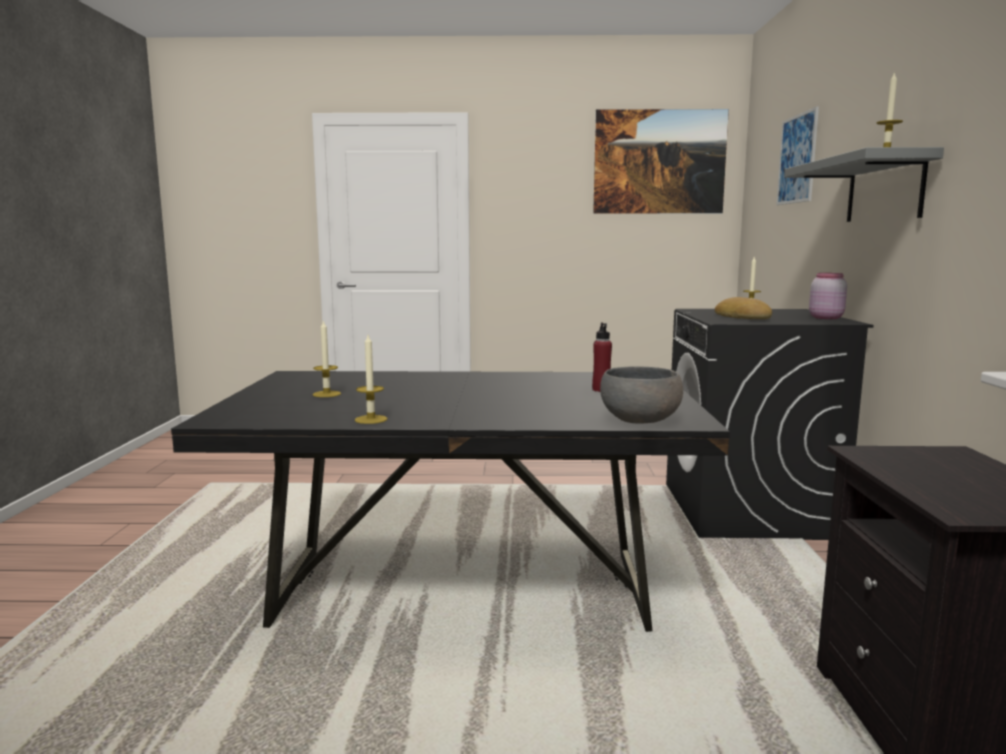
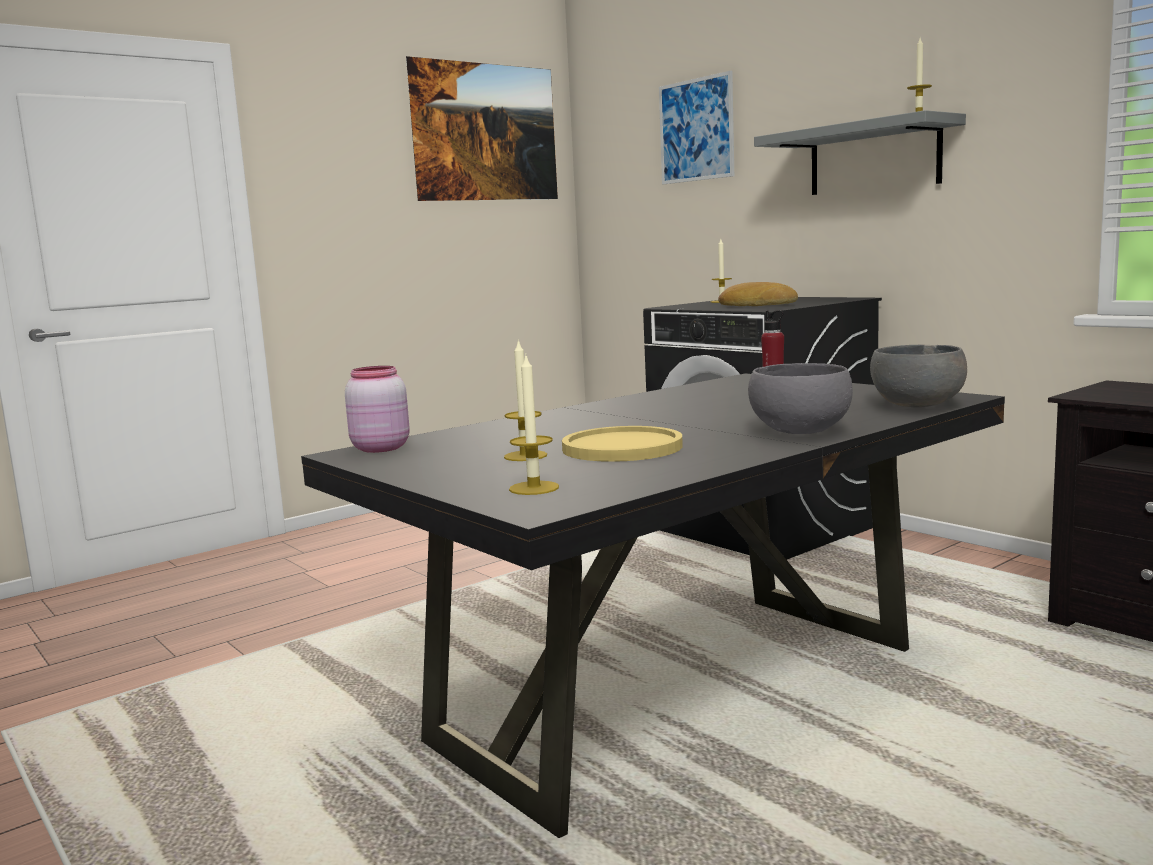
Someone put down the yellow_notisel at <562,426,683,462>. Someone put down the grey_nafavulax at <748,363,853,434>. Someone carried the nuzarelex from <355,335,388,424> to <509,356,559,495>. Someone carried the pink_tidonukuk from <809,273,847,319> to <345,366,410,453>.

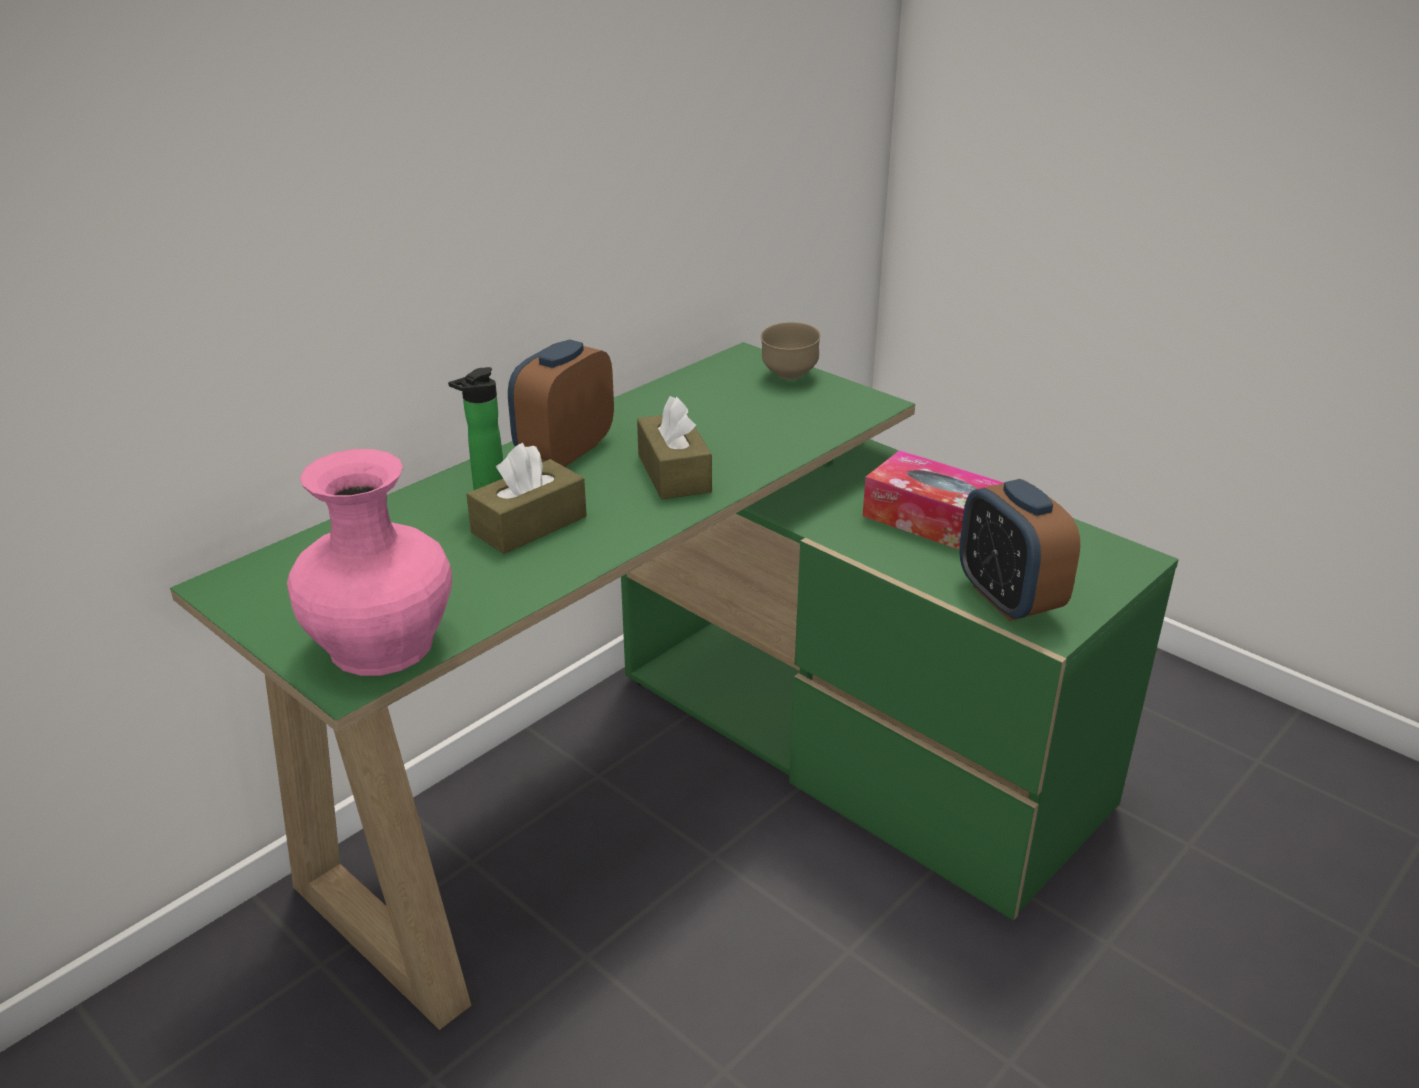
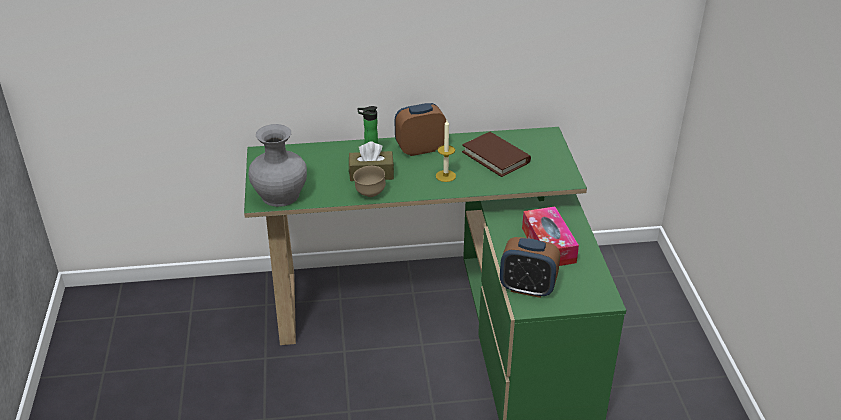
Someone put down the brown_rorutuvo at <462,132,531,177>. Someone carried the brown_nafavulax from <761,322,821,380> to <353,166,386,197>. Someone swapped the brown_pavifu at <637,396,712,499> for the nuzarelex at <436,120,456,182>. Someone repainted the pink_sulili at <287,449,452,676>, which became the grey_sulili at <249,124,307,207>. Someone rotated the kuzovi at <959,479,1080,621> by 90 degrees counterclockwise.

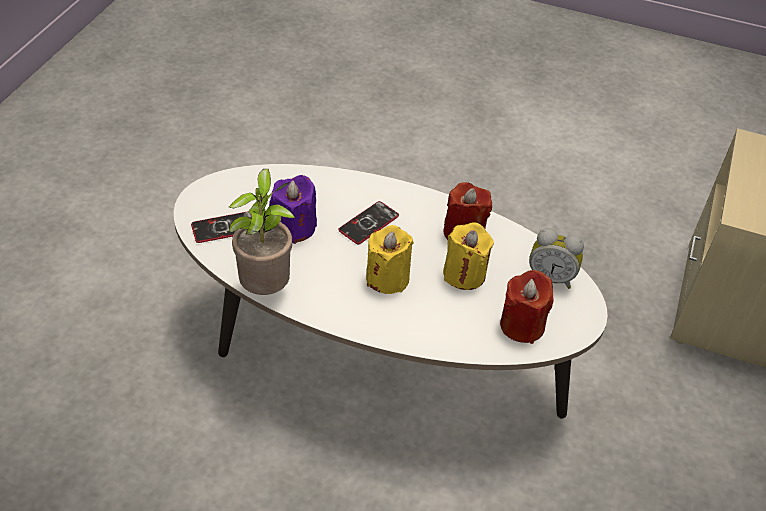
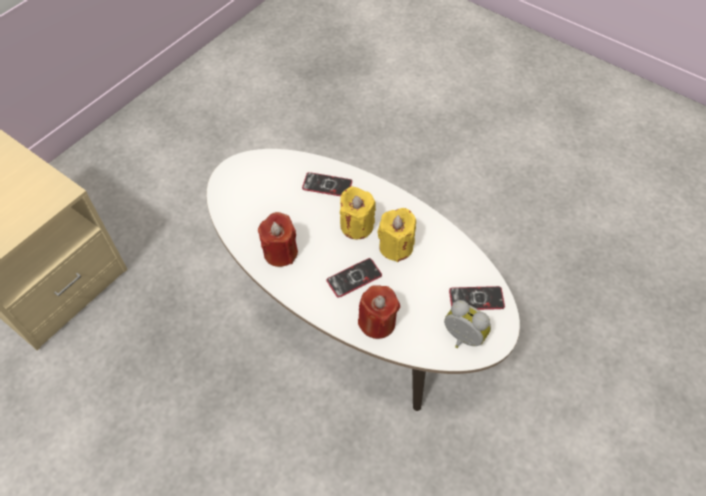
Someone took away the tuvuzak at <229,169,295,295>. Someone took away the purple_nuzarelex at <269,175,317,244>. Someone put down the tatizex at <302,172,352,196>. Someone carried the yellow_nuzarelex from <443,222,494,290> to <378,208,416,262>. Someone carried the red_nuzarelex from <500,270,554,344> to <358,285,400,339>. Someone carried the kuzovi from <529,228,584,289> to <444,300,491,348>.

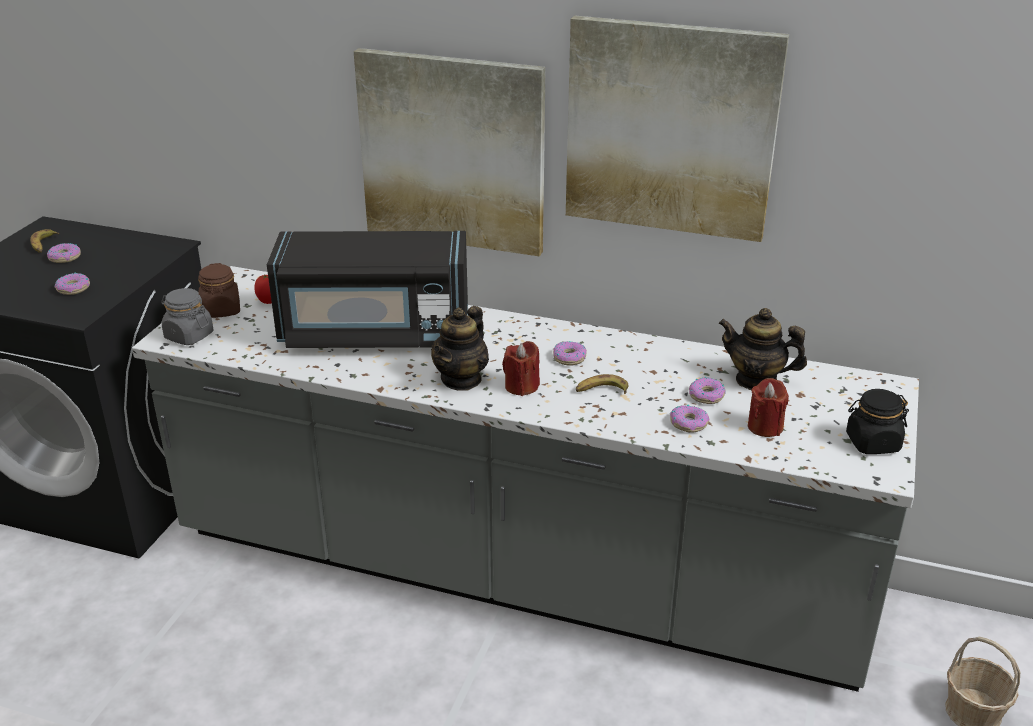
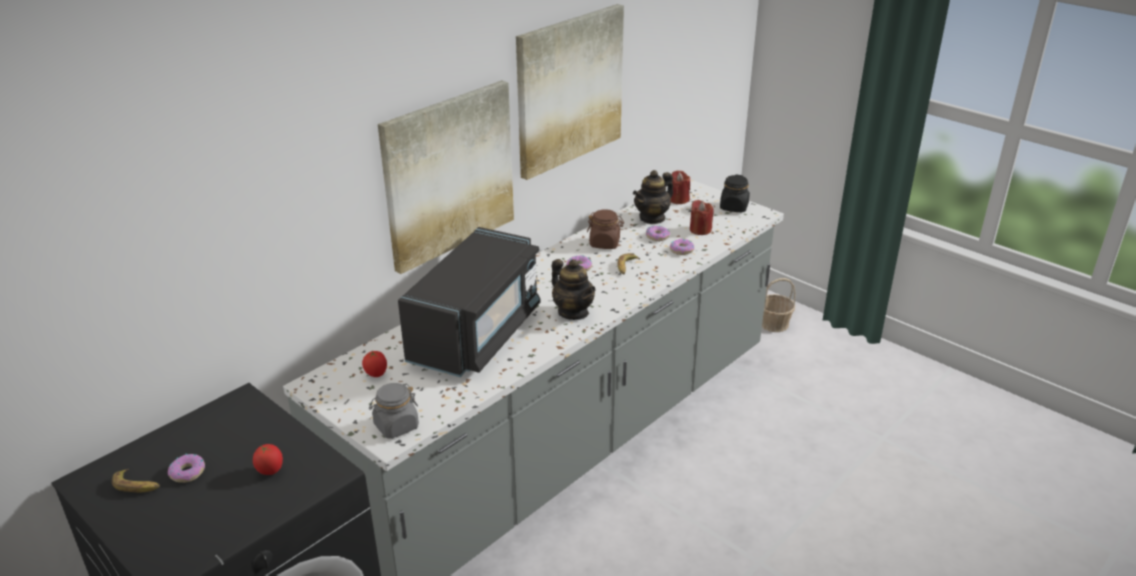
Someone carried the brown_tidonukuk from <198,263,240,318> to <587,209,624,249>. Someone carried the red_nuzarelex from <502,341,540,396> to <671,171,690,204>. Someone swapped the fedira at <55,272,90,295> for the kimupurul at <253,444,283,475>.

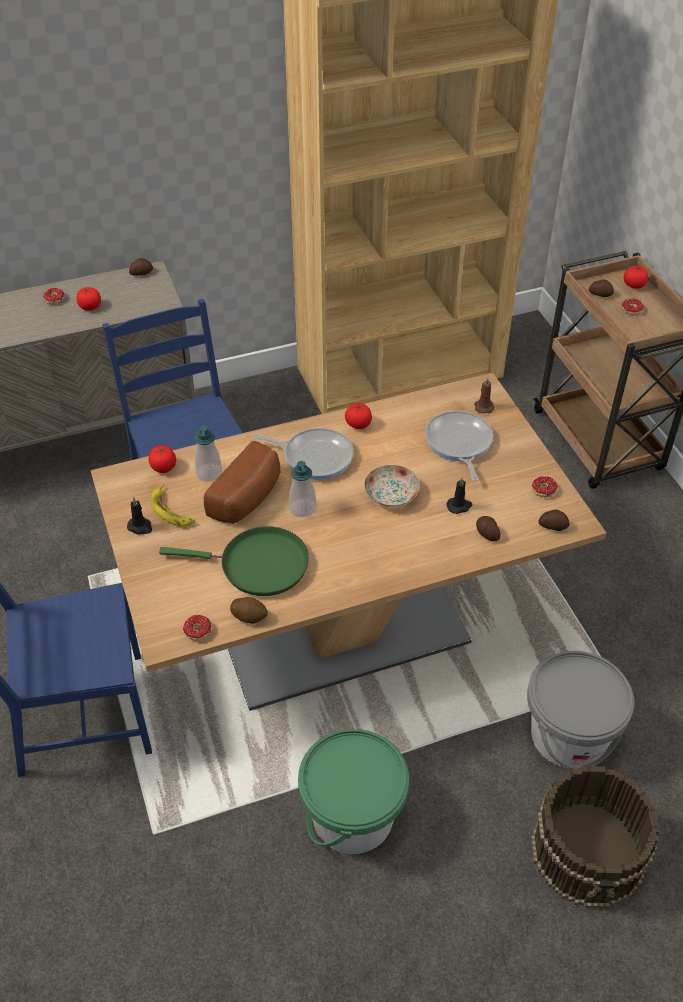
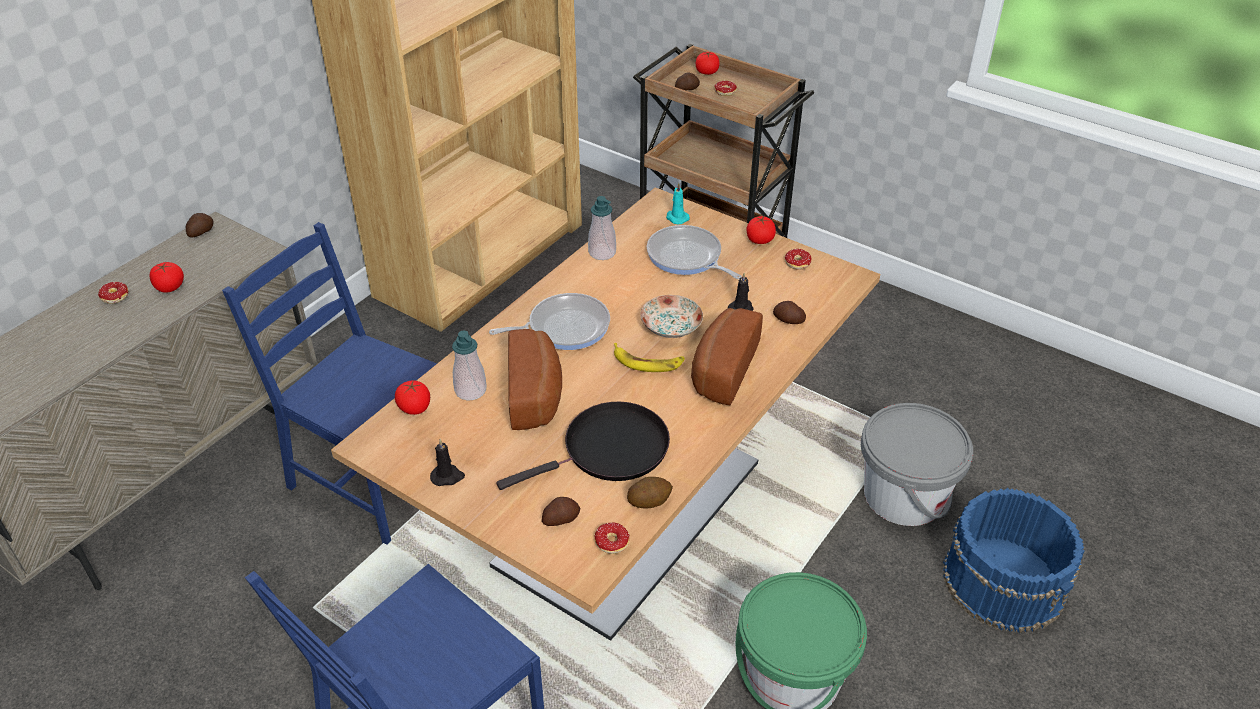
Someone put down the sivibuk at <691,308,763,405>. Someone carried the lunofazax from <151,484,195,526> to <614,343,685,372>. Someone carried the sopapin from <289,461,316,517> to <588,196,616,260>. Someone carried the kimupurul from <345,403,372,429> to <747,216,776,244>. Someone carried the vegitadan from <539,510,570,531> to <542,497,580,526>. Someone repainted the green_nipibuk at <159,526,309,596>, which became the black_nipibuk at <496,402,670,490>. Someone repainted the brown_nuzarelex at <475,378,495,414>, which became the turquoise_nuzarelex at <666,183,690,224>. Someone repainted the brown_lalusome at <531,766,659,909>, which became the blue_lalusome at <943,488,1084,633>.

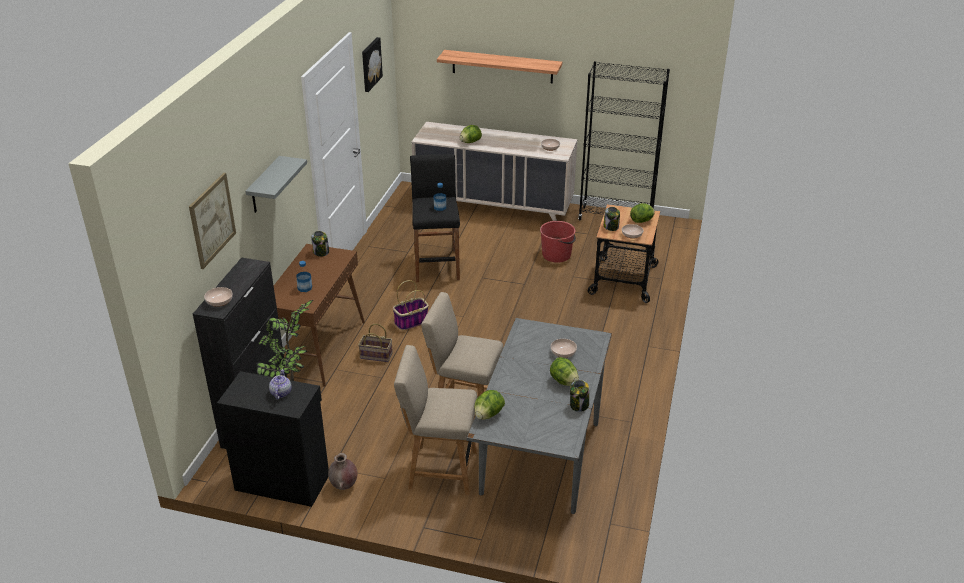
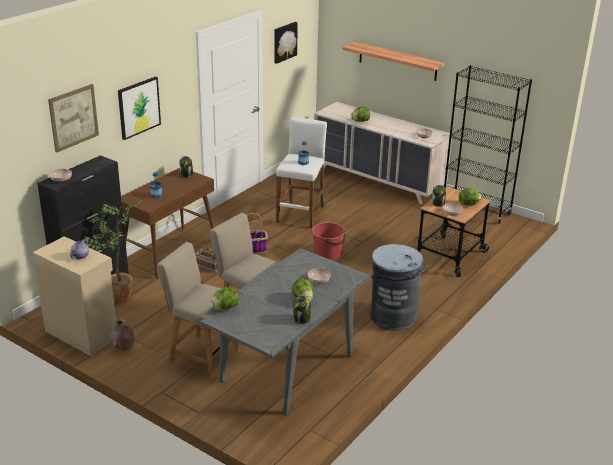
Someone put down the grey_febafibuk at <370,244,427,331>. Someone carried the red_lalusome from <540,221,576,263> to <312,222,345,261>. Someone swapped the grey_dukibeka at <245,156,307,213> for the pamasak at <118,76,161,140>. Someone repainted the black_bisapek at <217,371,329,507>, which became the beige_bisapek at <32,236,117,356>. Someone repainted the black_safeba at <410,154,460,282>, which became the white_safeba at <276,117,327,228>.

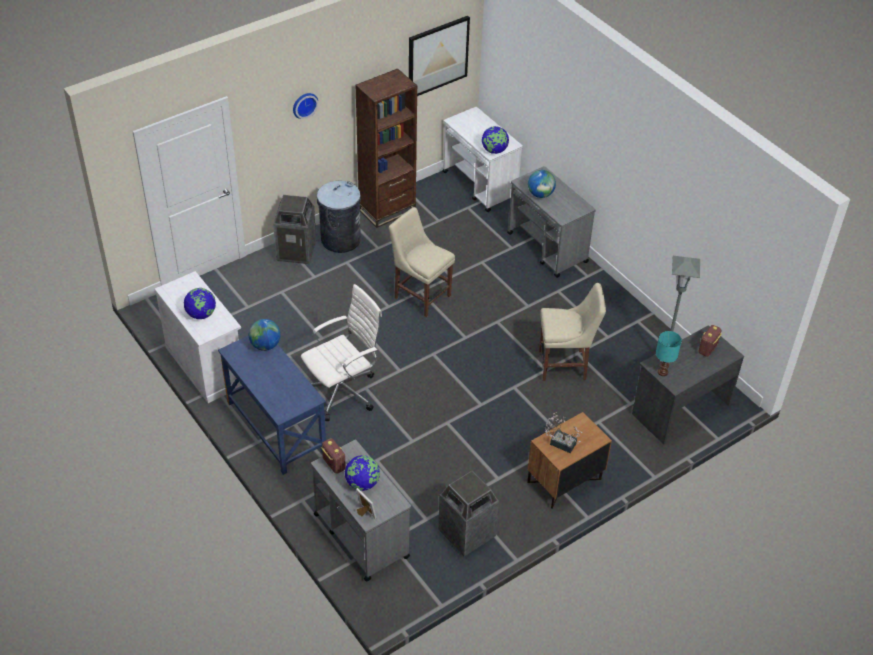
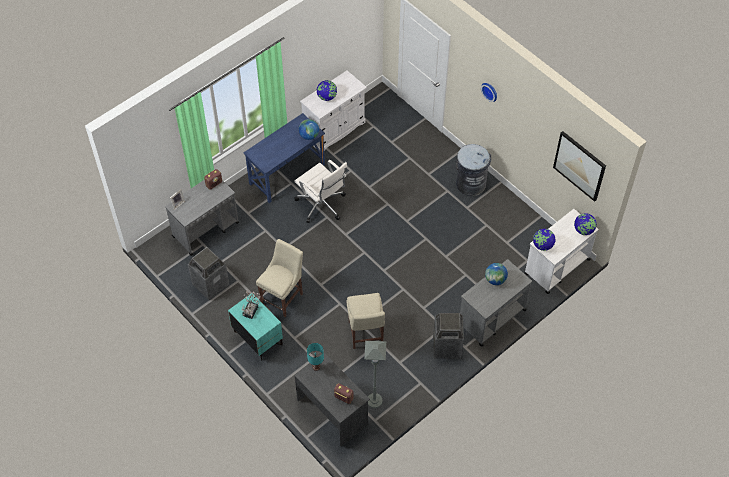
Someone took away the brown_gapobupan at <355,69,417,228>. Someone carried the febafibuk from <273,195,316,264> to <433,313,464,359>. Someone carried the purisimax from <345,455,380,491> to <574,213,597,235>. Someone carried the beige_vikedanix from <389,207,455,317> to <256,239,303,317>. Someone repainted the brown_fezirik at <527,412,612,508>, which became the turquoise_fezirik at <228,293,283,361>.

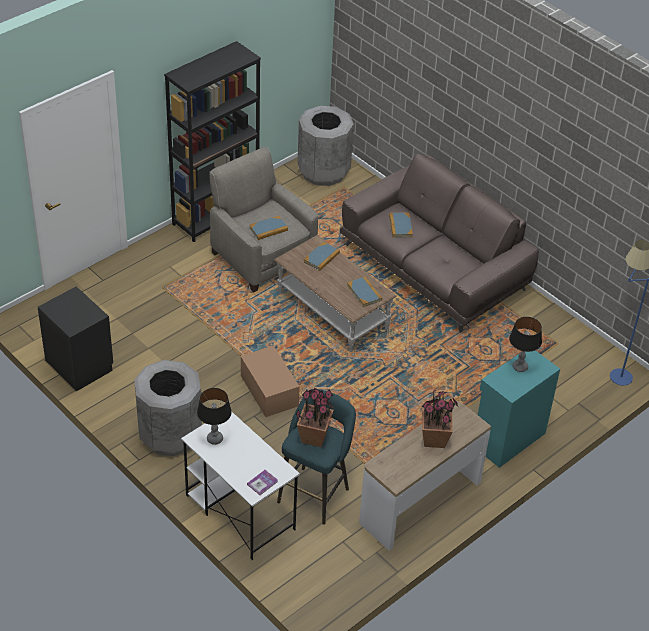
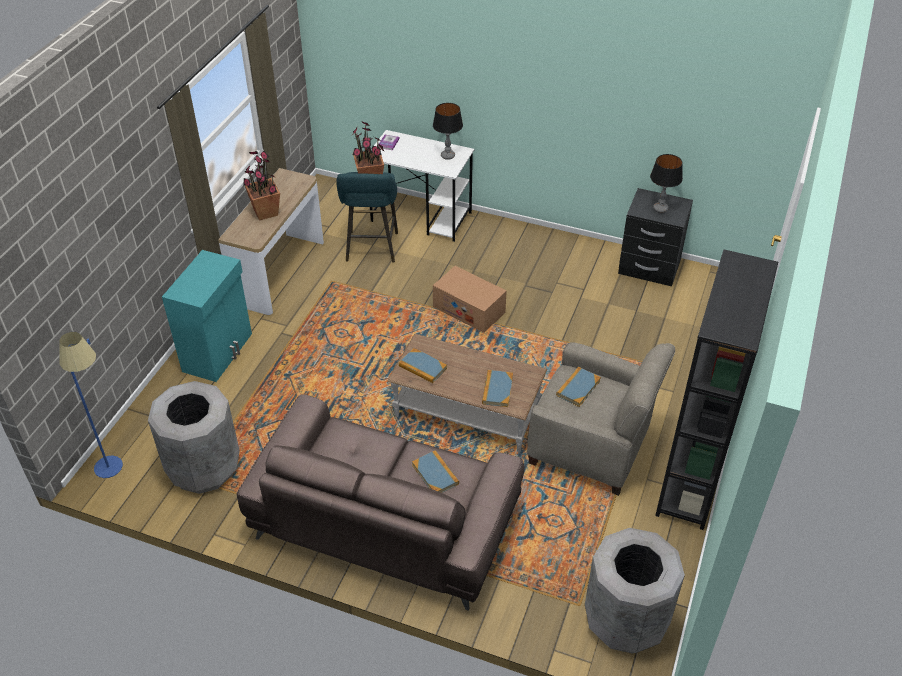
Someone carried the grey_febafibuk from <134,360,202,456> to <148,381,240,494>. Someone carried the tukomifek from <509,317,542,372> to <650,154,683,213>.

